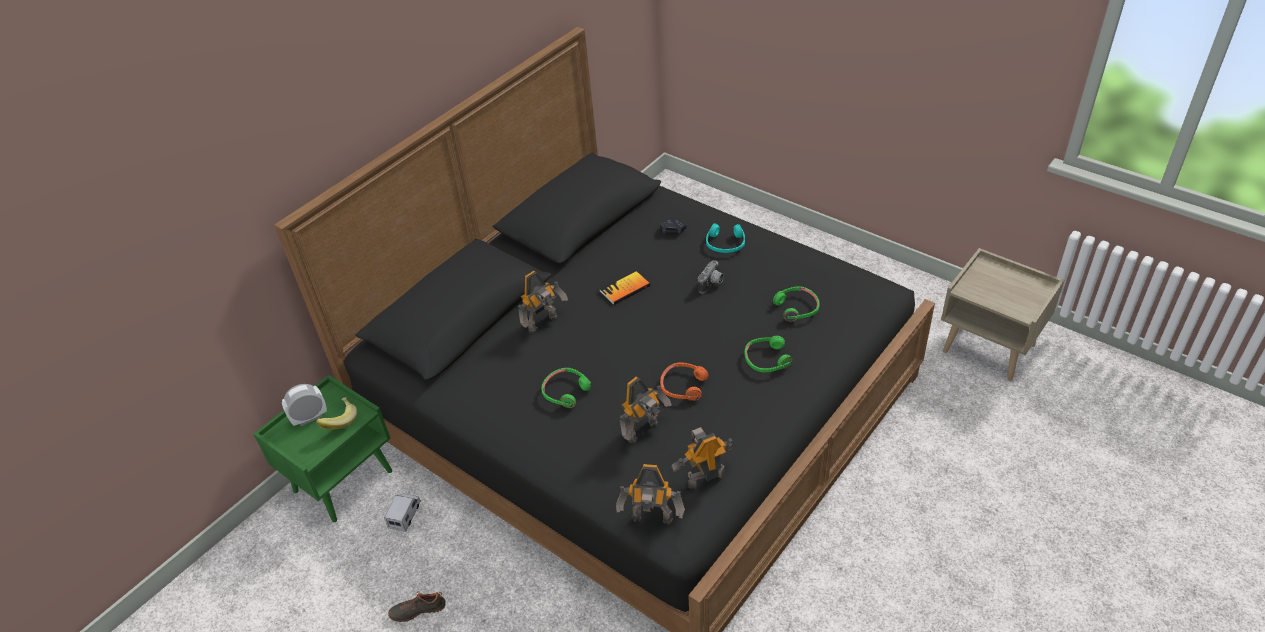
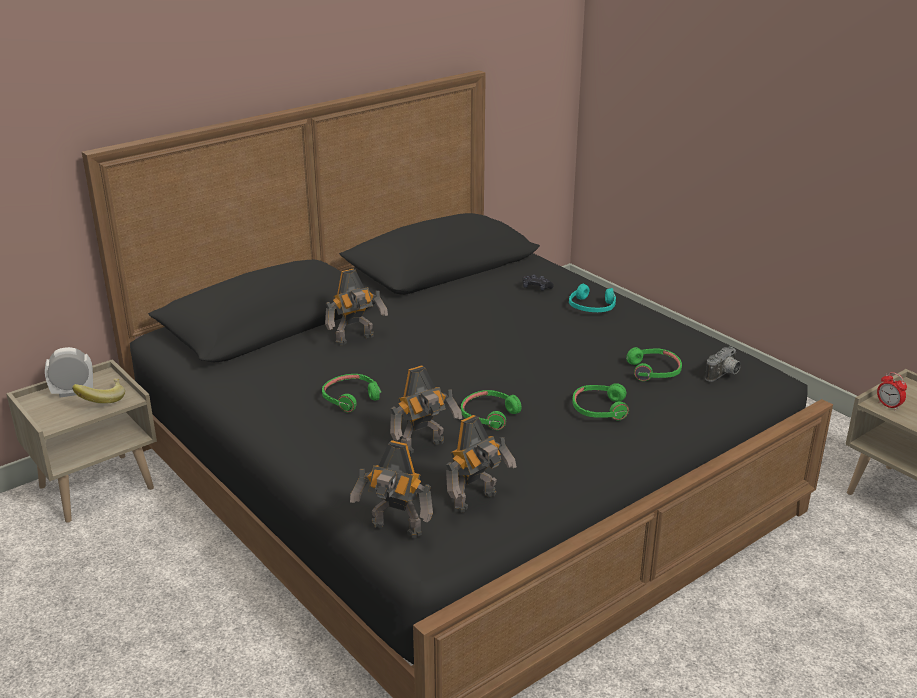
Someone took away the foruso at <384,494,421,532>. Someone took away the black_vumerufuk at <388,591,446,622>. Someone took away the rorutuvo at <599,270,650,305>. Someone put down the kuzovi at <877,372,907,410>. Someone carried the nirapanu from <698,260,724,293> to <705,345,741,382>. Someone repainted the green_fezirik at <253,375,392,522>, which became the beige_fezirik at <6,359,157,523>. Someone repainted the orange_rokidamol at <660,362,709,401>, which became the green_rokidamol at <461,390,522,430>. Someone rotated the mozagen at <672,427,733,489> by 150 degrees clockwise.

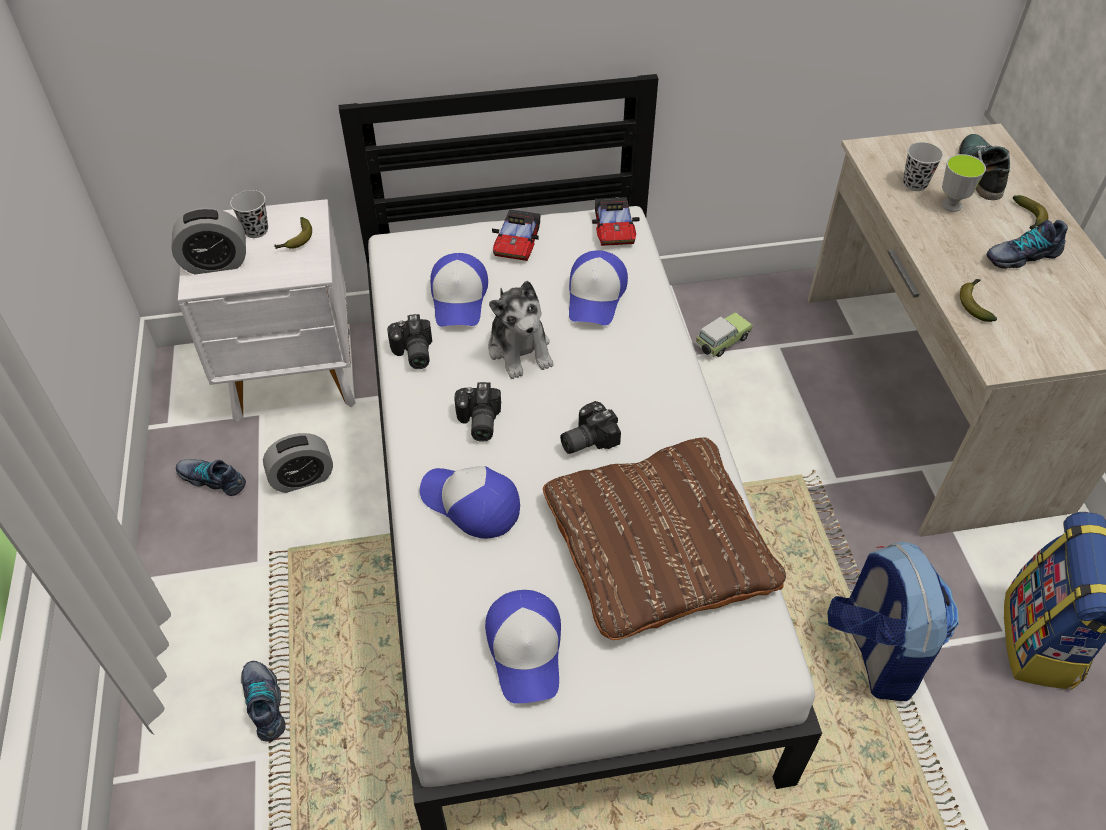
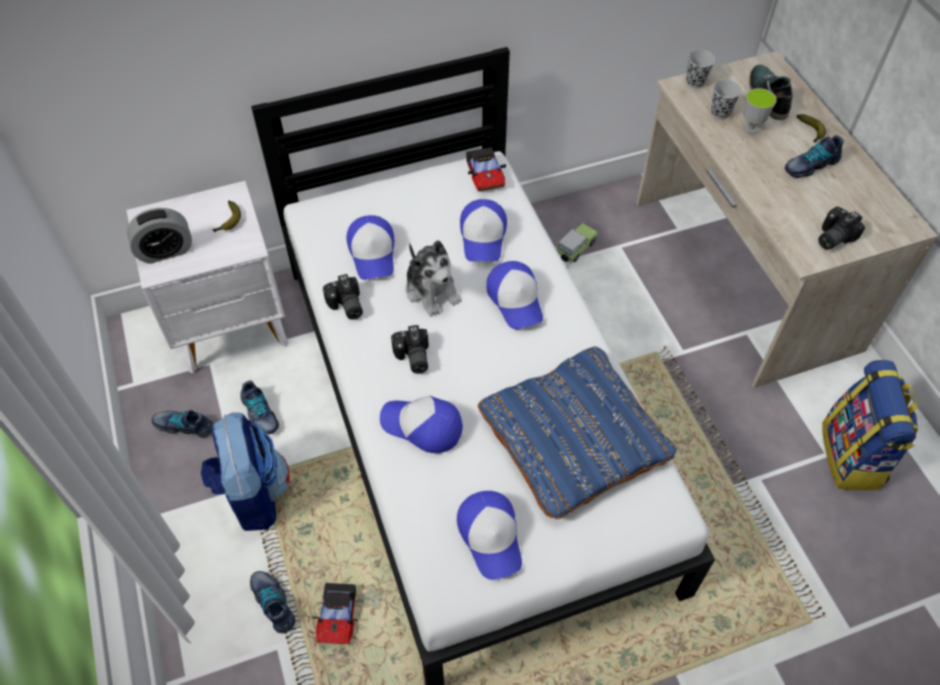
Someone took away the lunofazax at <960,279,997,322>. Someone put down the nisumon at <486,261,543,329>. Someone carried the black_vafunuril from <230,190,268,238> to <686,50,715,88>. Someone carried the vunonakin from <492,209,541,261> to <313,583,358,644>. Someone carried the nirapanu from <560,401,621,454> to <819,207,865,250>. Someone carried the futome from <827,541,959,701> to <201,413,290,531>. Someone swapped the kuzovi at <263,433,333,493> for the vumerufuk at <240,381,279,434>. Someone repainted the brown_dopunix at <543,437,786,640>, which became the blue_dopunix at <478,347,676,519>.

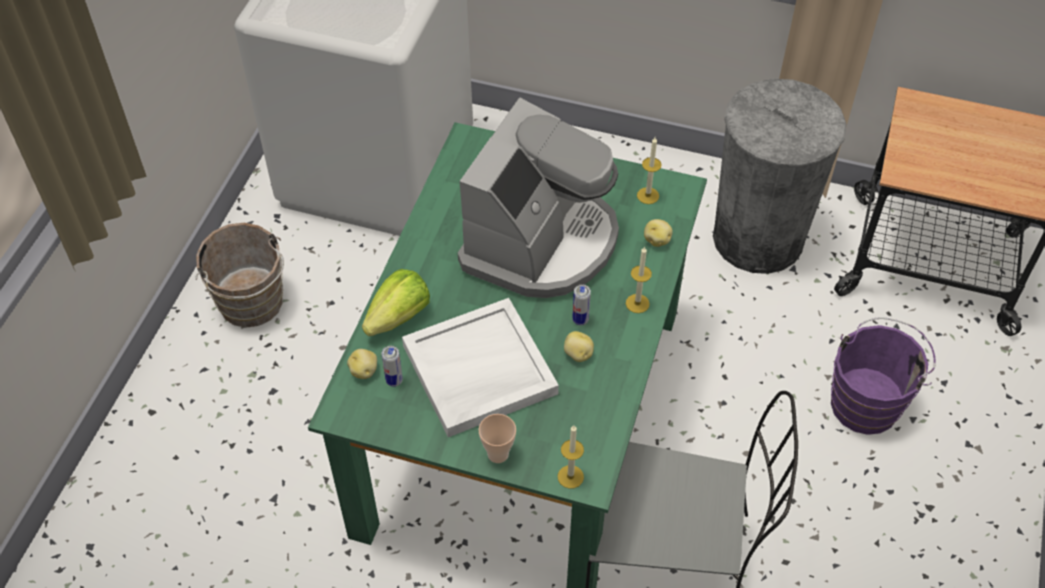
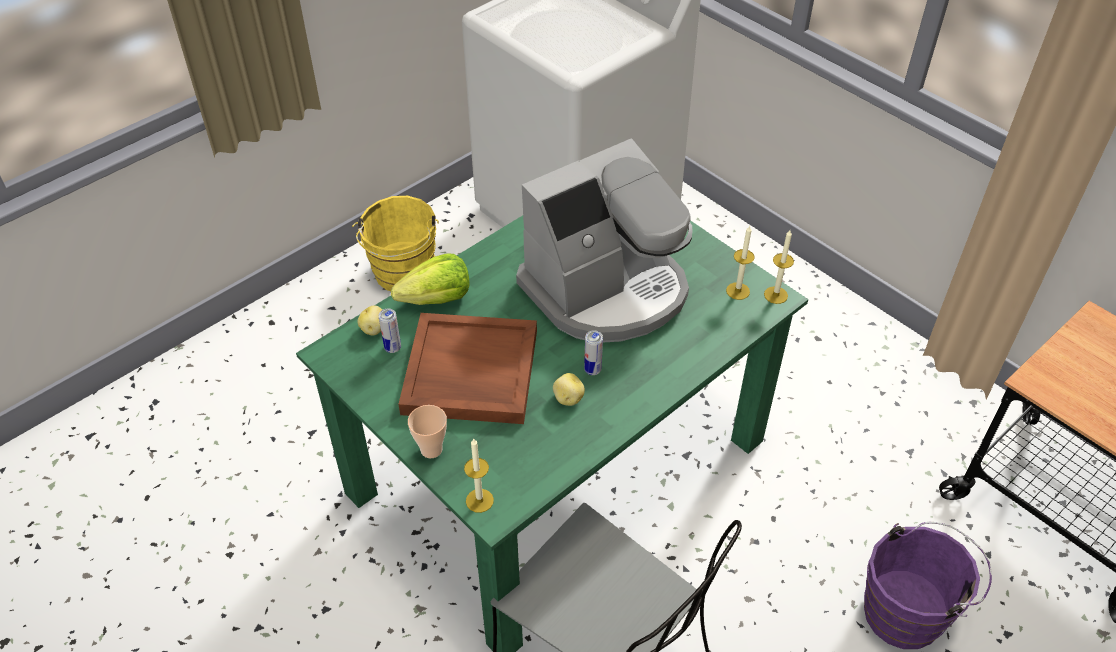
Someone took away the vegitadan at <644,219,673,247>. Someone took away the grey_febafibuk at <713,79,847,274>. Someone carried the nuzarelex from <626,246,652,313> to <764,230,794,304>. Someone repainted the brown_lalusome at <196,223,284,327>, which became the yellow_lalusome at <352,196,439,291>. Someone repainted the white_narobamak at <402,298,559,437>, which became the brown_narobamak at <398,313,537,424>.

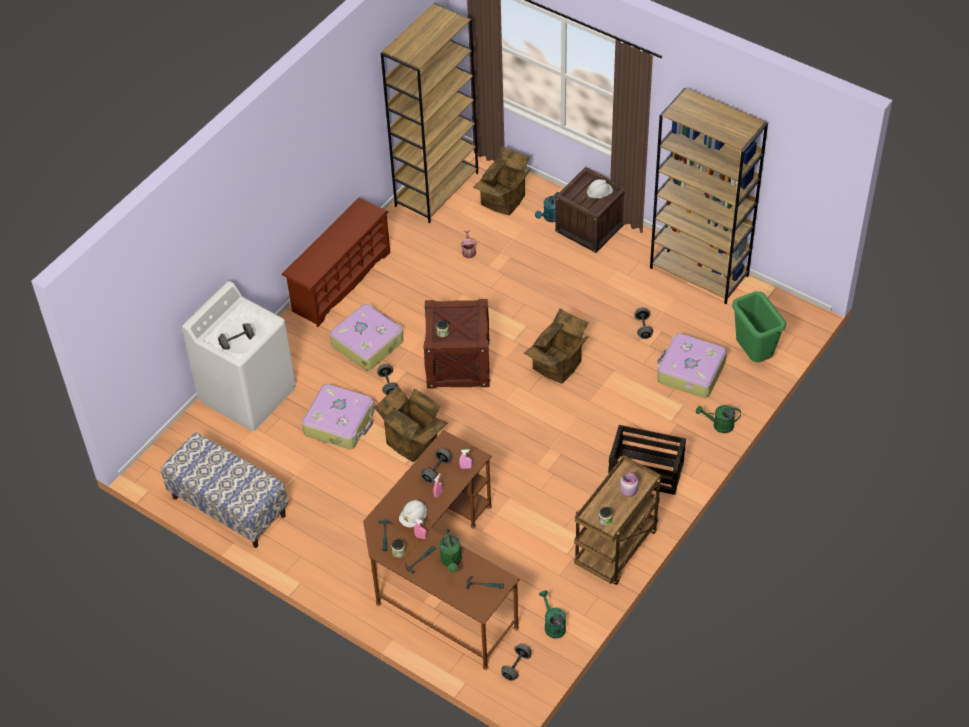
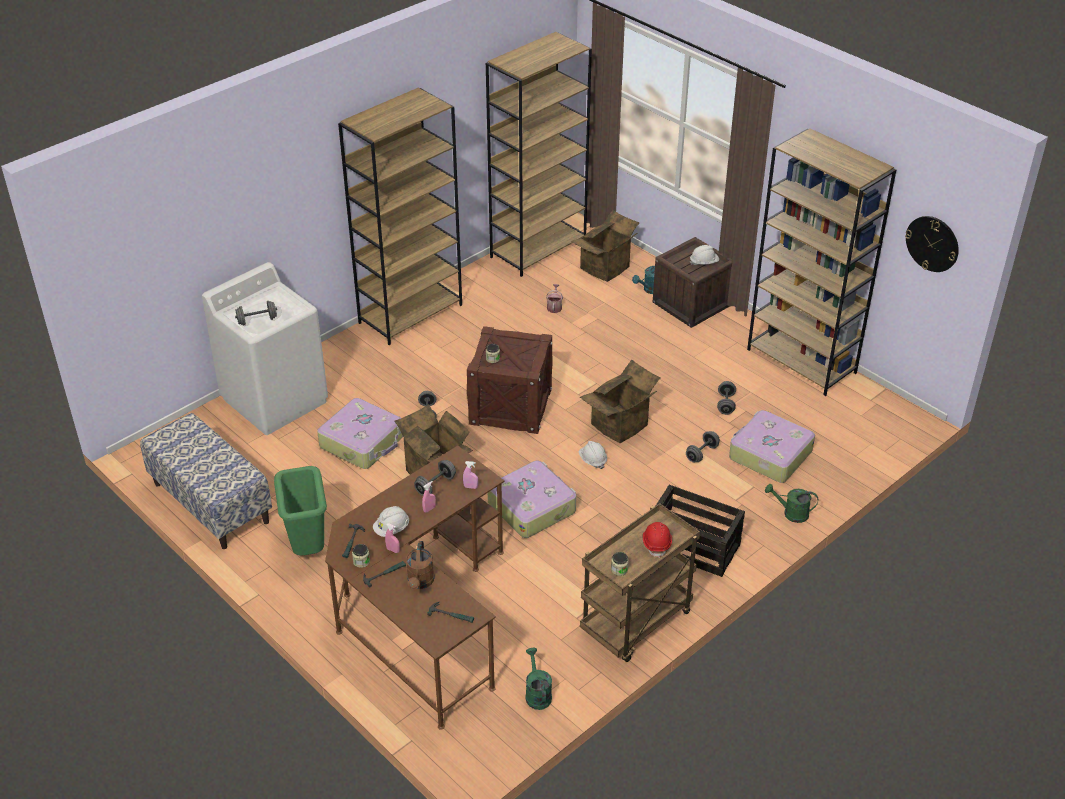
Someone put down the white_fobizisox at <579,441,607,469>. Someone put up the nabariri at <905,216,959,272>. Someone carried the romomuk from <330,304,403,370> to <488,461,576,538>. Someone carried the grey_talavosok from <501,644,531,681> to <686,431,720,463>. Someone carried the green_febafibuk from <732,291,786,363> to <274,466,327,556>. Someone swapped the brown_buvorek at <282,197,390,327> for the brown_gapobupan at <338,88,462,345>. Someone swapped the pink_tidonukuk at <620,472,639,497> for the red_fobizisox at <643,522,672,558>. Someone repainted the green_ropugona at <439,529,462,572>, which became the brown_ropugona at <406,541,435,590>.

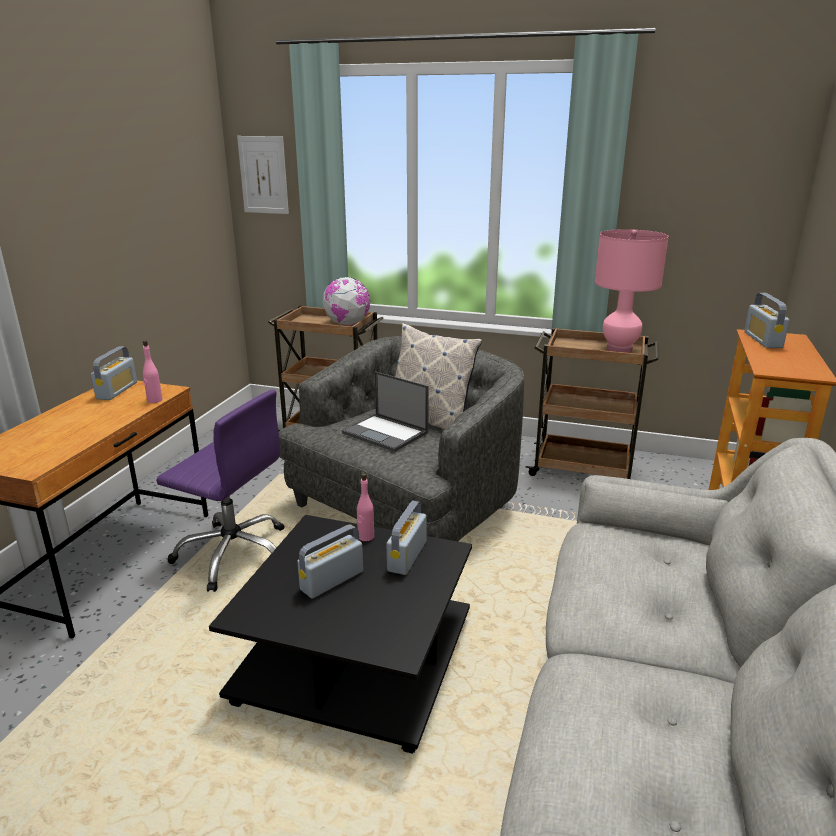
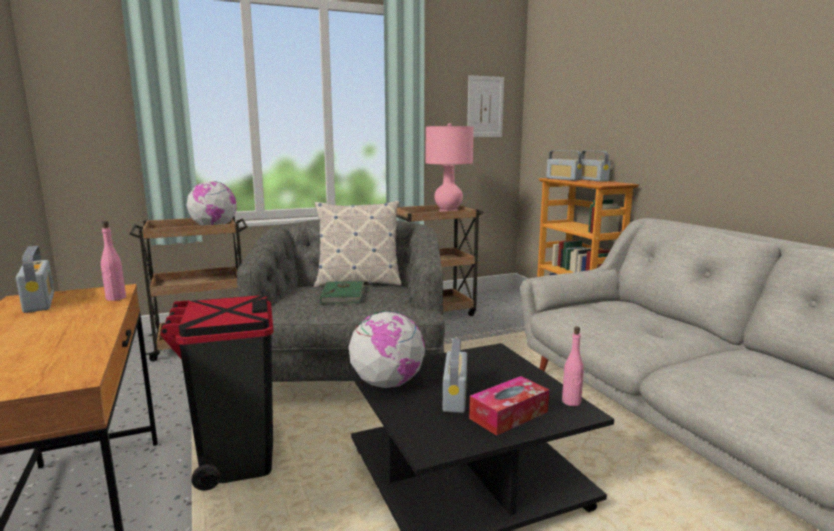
Someone put down the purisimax at <349,311,425,388>. Someone put down the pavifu at <469,376,549,436>. Someone carried the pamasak from <237,136,289,214> to <467,75,504,137>. Someone carried the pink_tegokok from <357,473,374,541> to <562,326,584,406>. Someone carried the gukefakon from <387,500,427,575> to <581,150,611,182>. Someone swapped the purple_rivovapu at <156,389,285,592> for the black_febafibuk at <160,295,274,491>. Someone swapped the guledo at <342,371,429,452> for the green_rorutuvo at <320,281,366,304>.

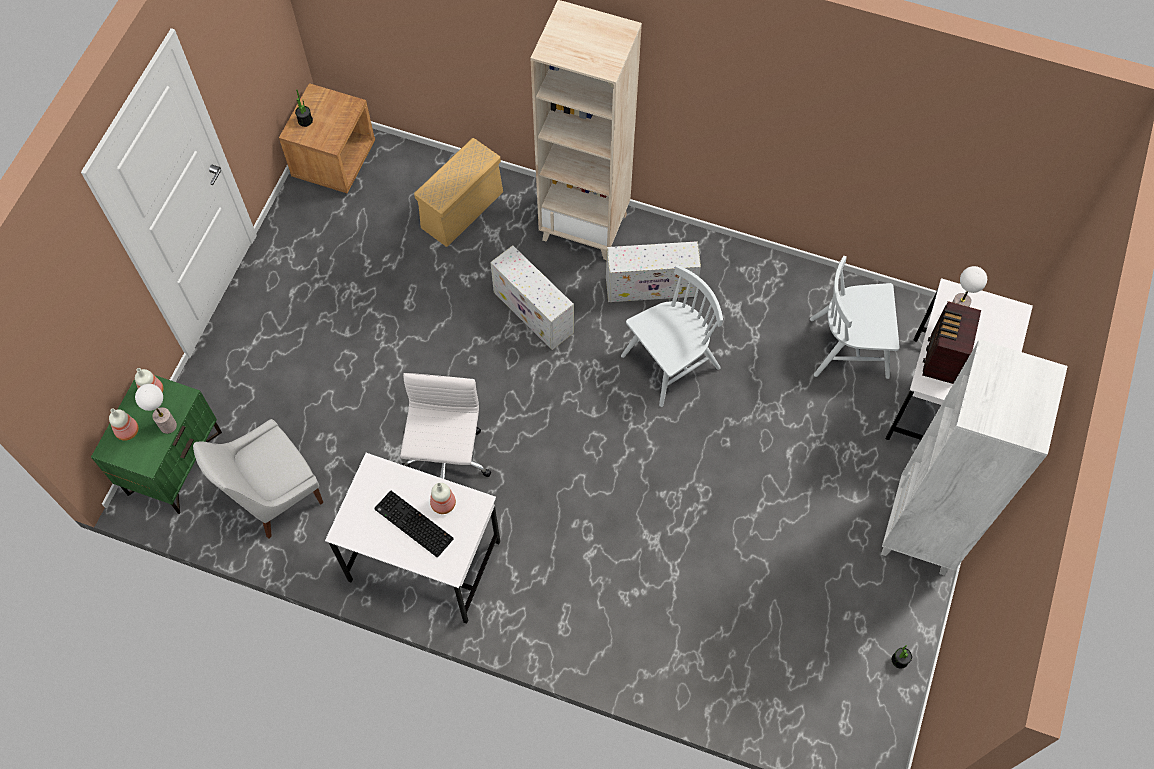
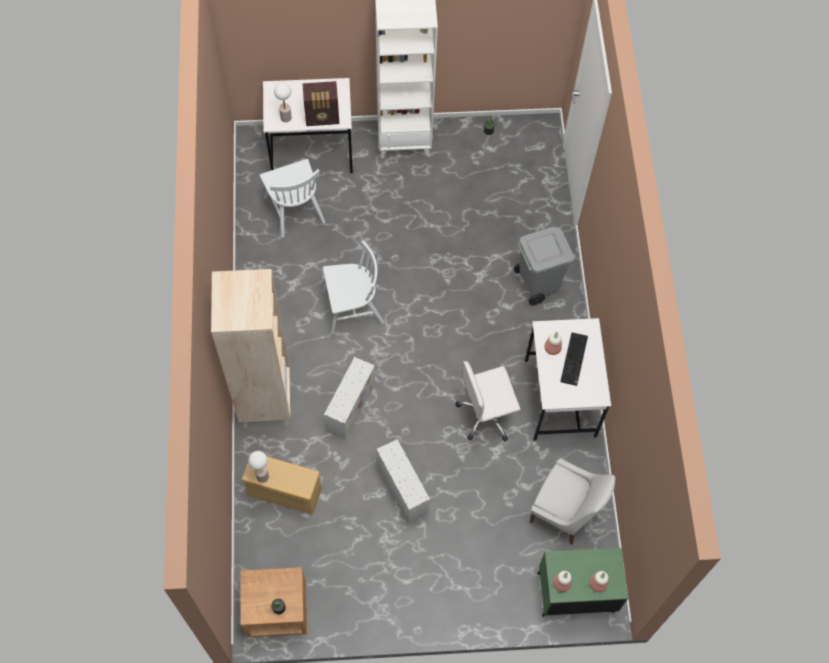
Someone put down the grey_febafibuk at <514,227,575,305>. Someone carried the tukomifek from <135,384,177,434> to <248,451,269,483>. Someone carried the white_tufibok from <606,241,701,302> to <376,439,430,524>. Someone rotated the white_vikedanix at <621,265,723,407> by 135 degrees clockwise.

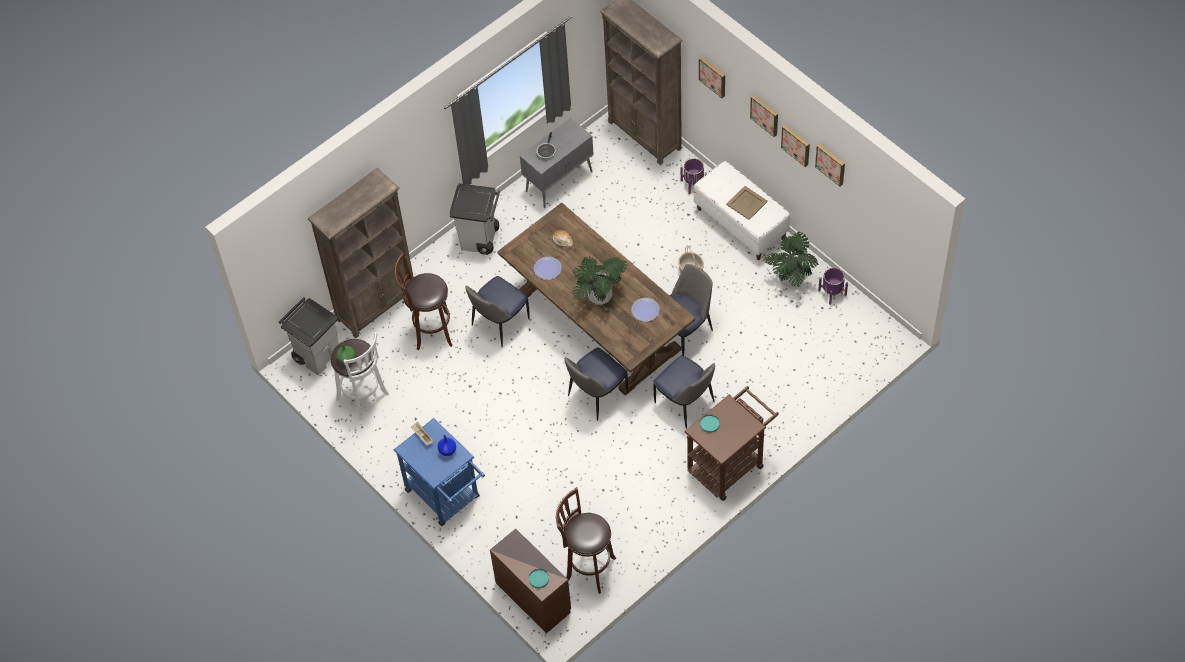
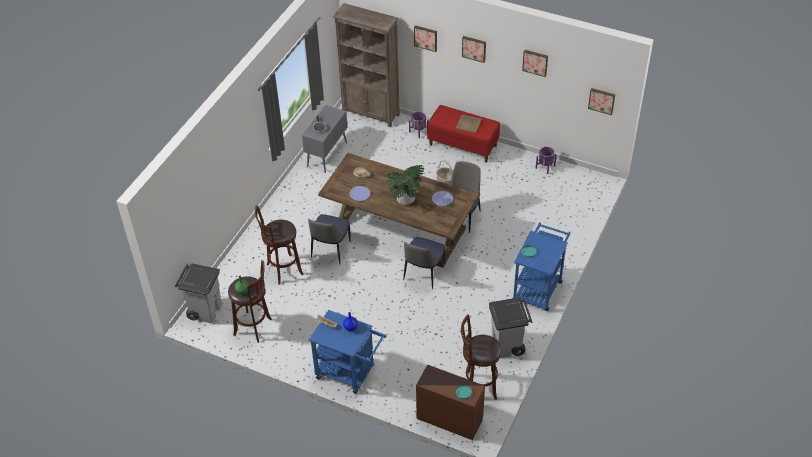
Someone took away the brown_gapobupan at <308,168,414,338>. Someone took away the vikedanix at <653,355,715,429>. Someone took away the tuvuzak at <763,231,818,287>. Someone carried the grey_febafibuk from <450,183,500,255> to <489,297,532,358>. Someone carried the pamasak from <781,125,810,167> to <588,88,615,115>. Someone repainted the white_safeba at <331,332,389,420>, which became the brown_safeba at <228,260,272,343>. Someone repainted the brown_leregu at <684,386,779,501>, which became the blue_leregu at <513,222,570,311>. Someone repainted the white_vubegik at <694,161,790,260>, which became the red_vubegik at <427,105,500,163>.

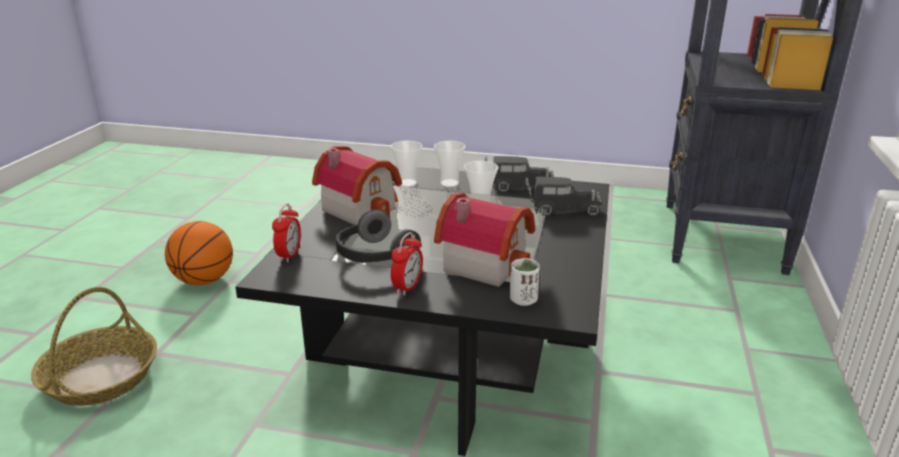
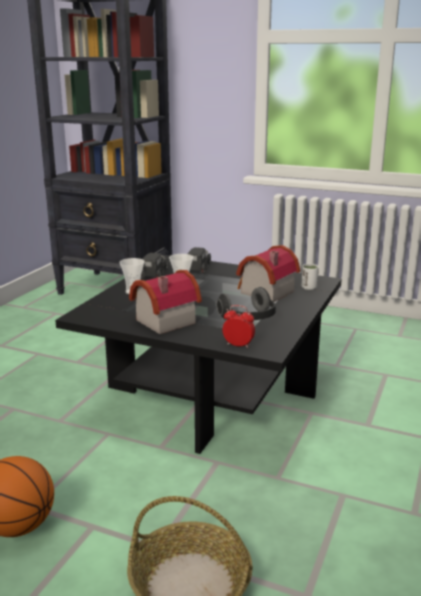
Someone took away the vafunuril at <391,141,422,187>. Someone took away the kuzovi at <391,232,423,296>.

